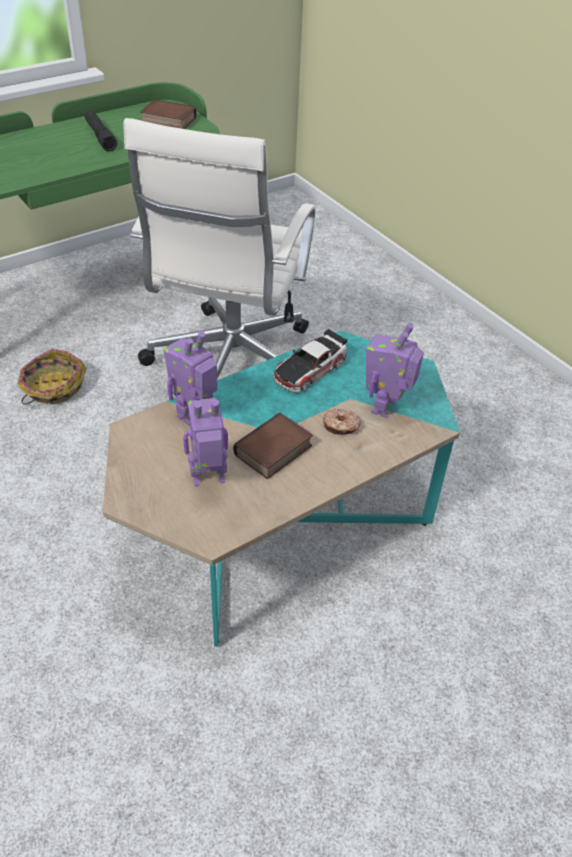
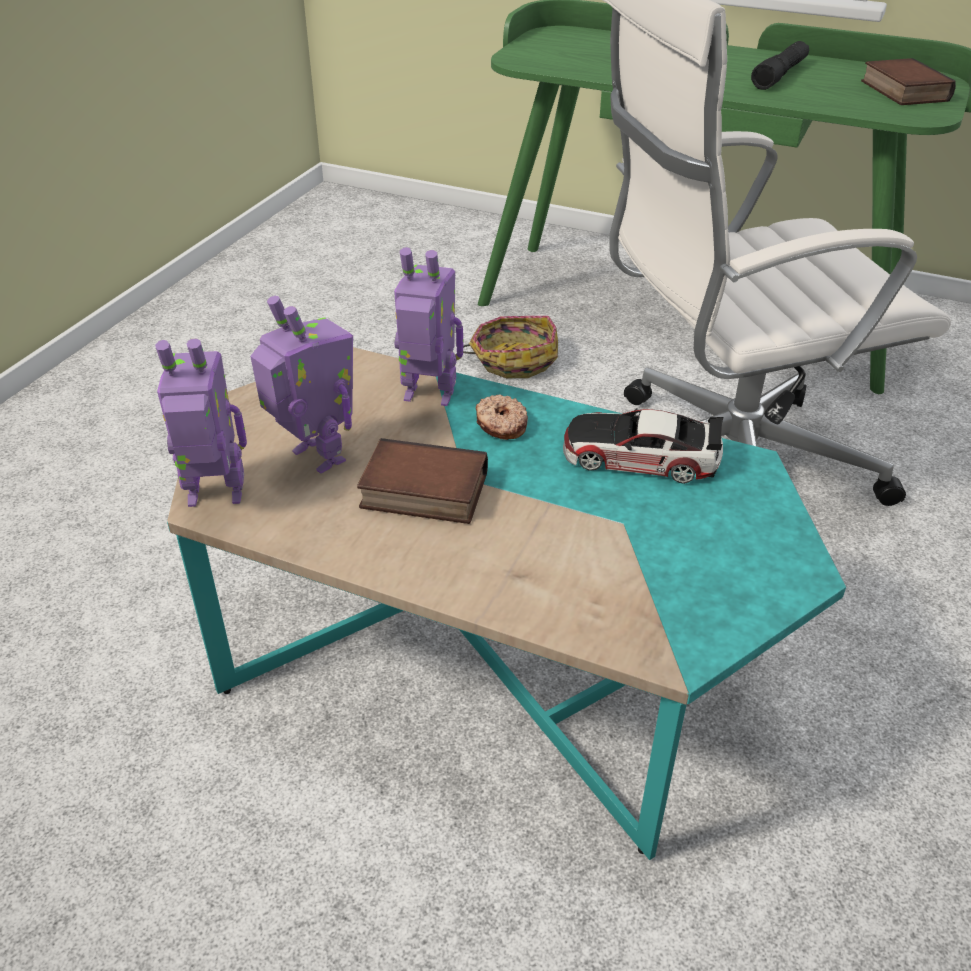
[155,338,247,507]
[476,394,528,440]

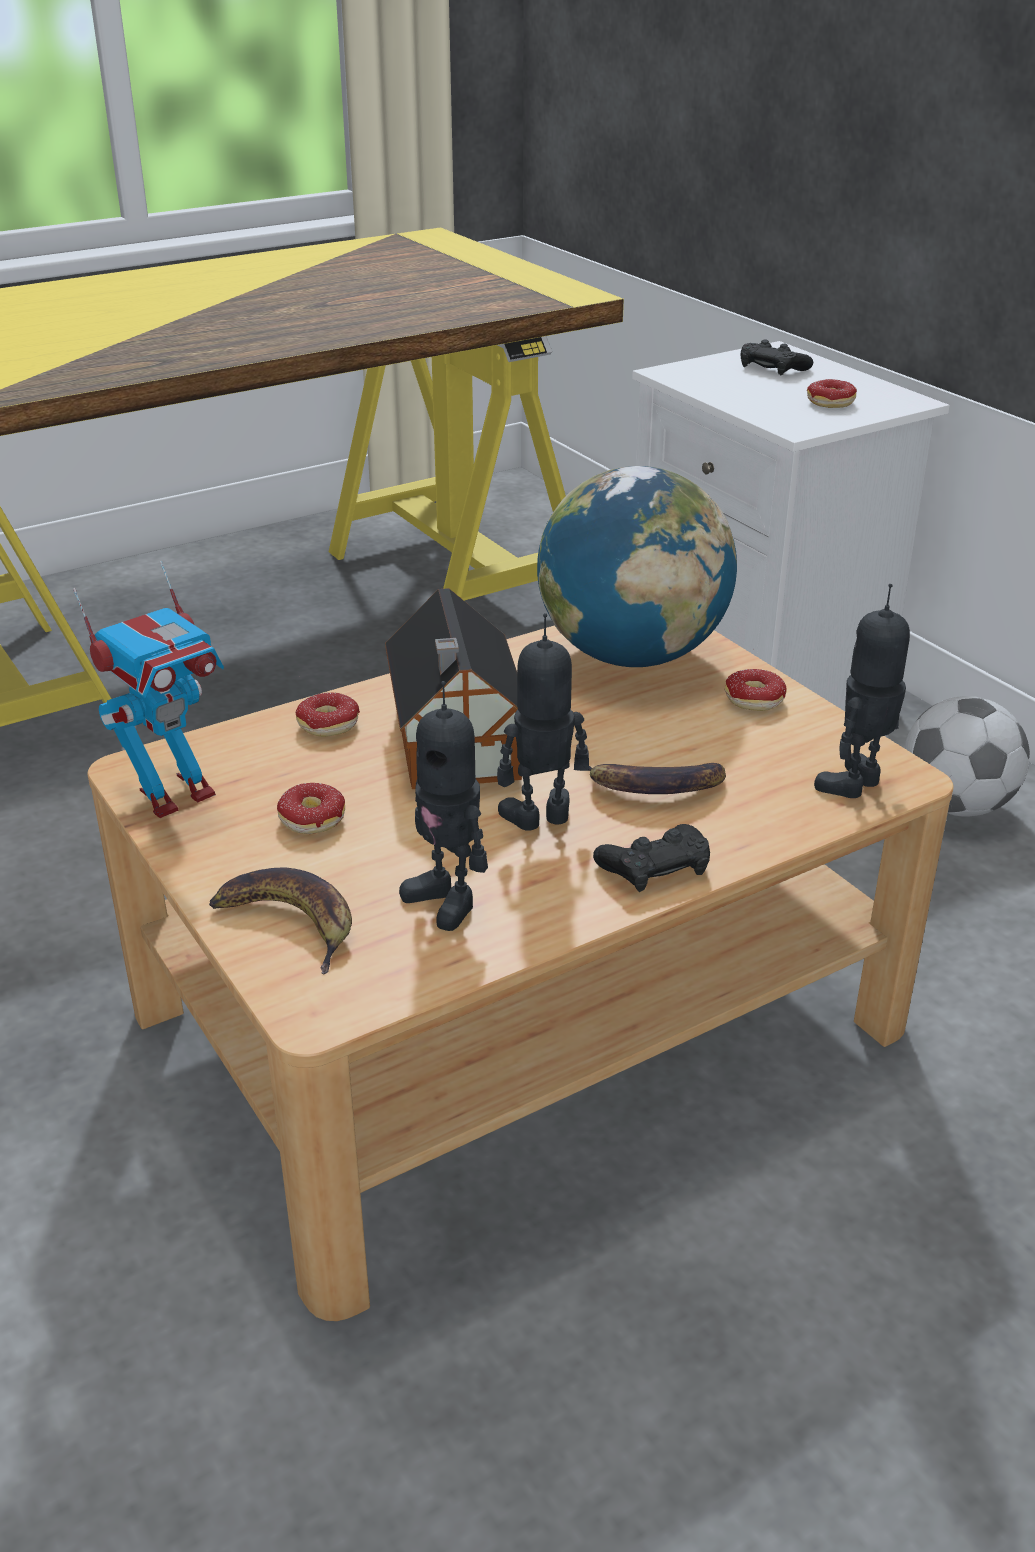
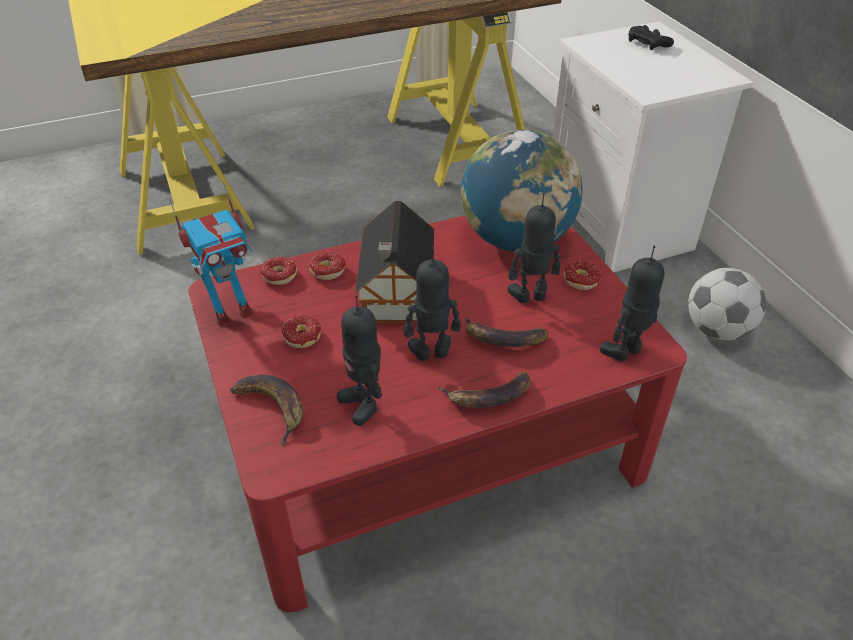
[260,257,297,285]
[188,215,687,613]
[438,372,531,408]
[508,193,560,303]

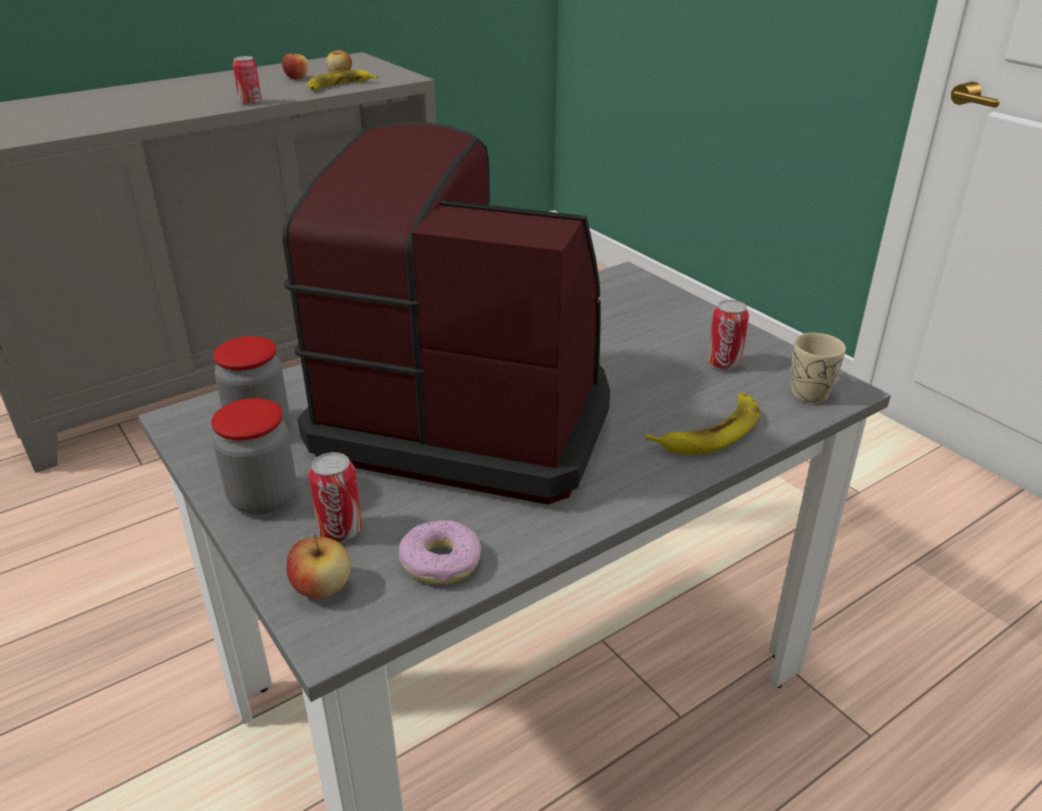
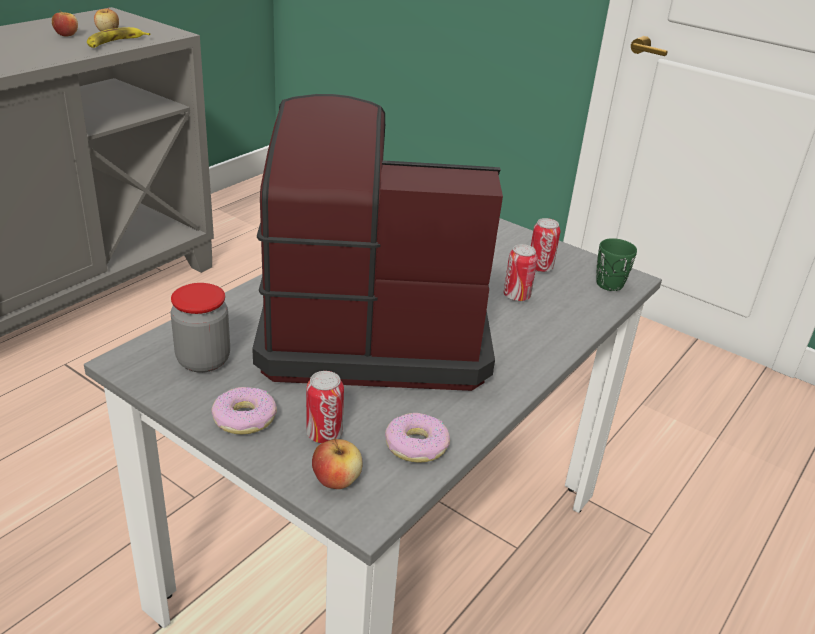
[504,244,538,302]
[596,238,637,291]
[646,393,760,454] (first image)
[211,387,277,434]

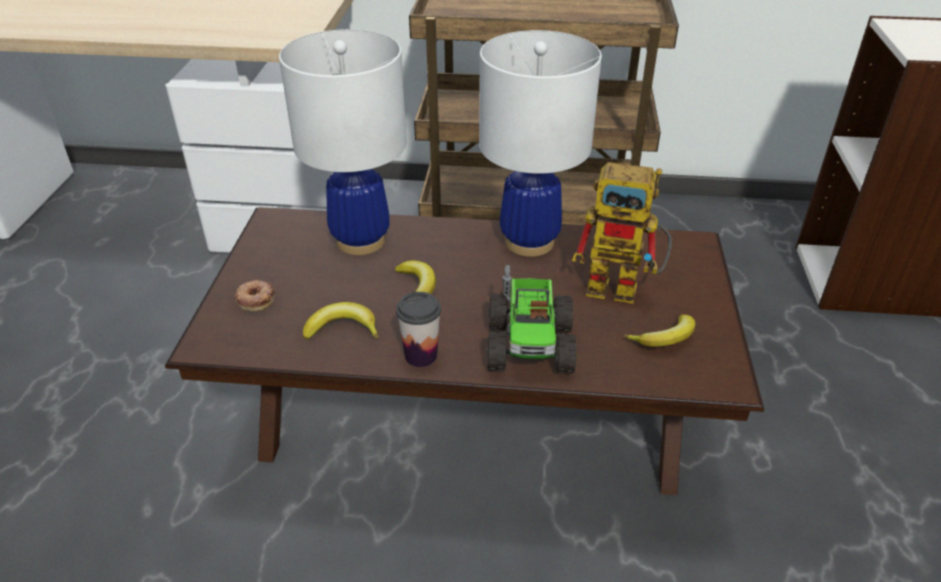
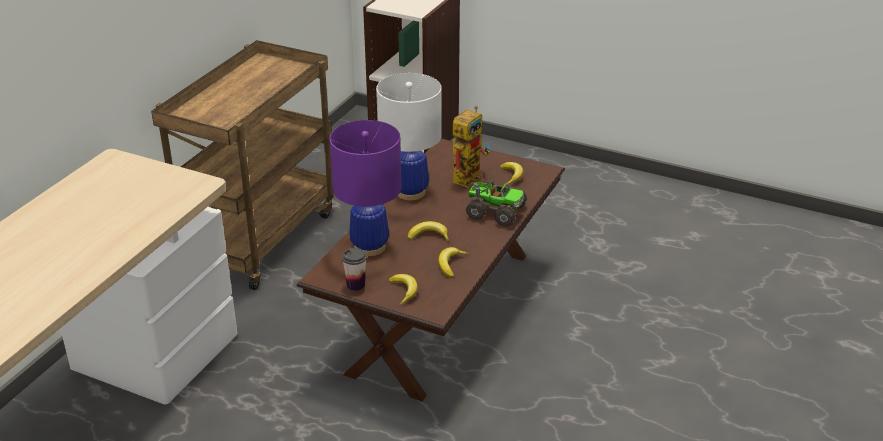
[329,120,402,256]
[389,274,418,304]
[342,248,367,291]

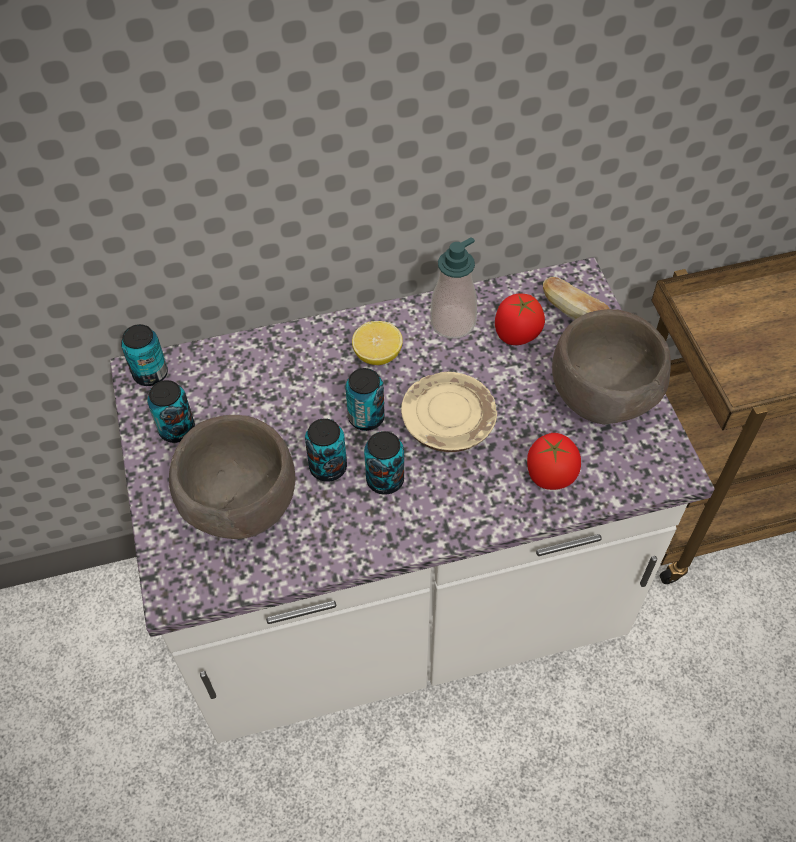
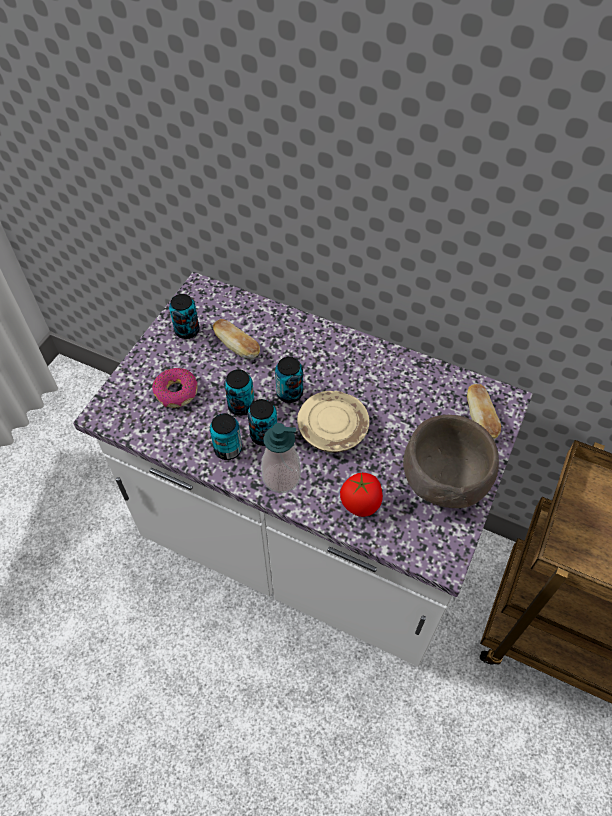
[261,423,301,493]
[495,294,545,345] (first image)
[352,321,403,365] (first image)
[210,413,242,460]
[152,368,198,408]
[213,319,260,359]

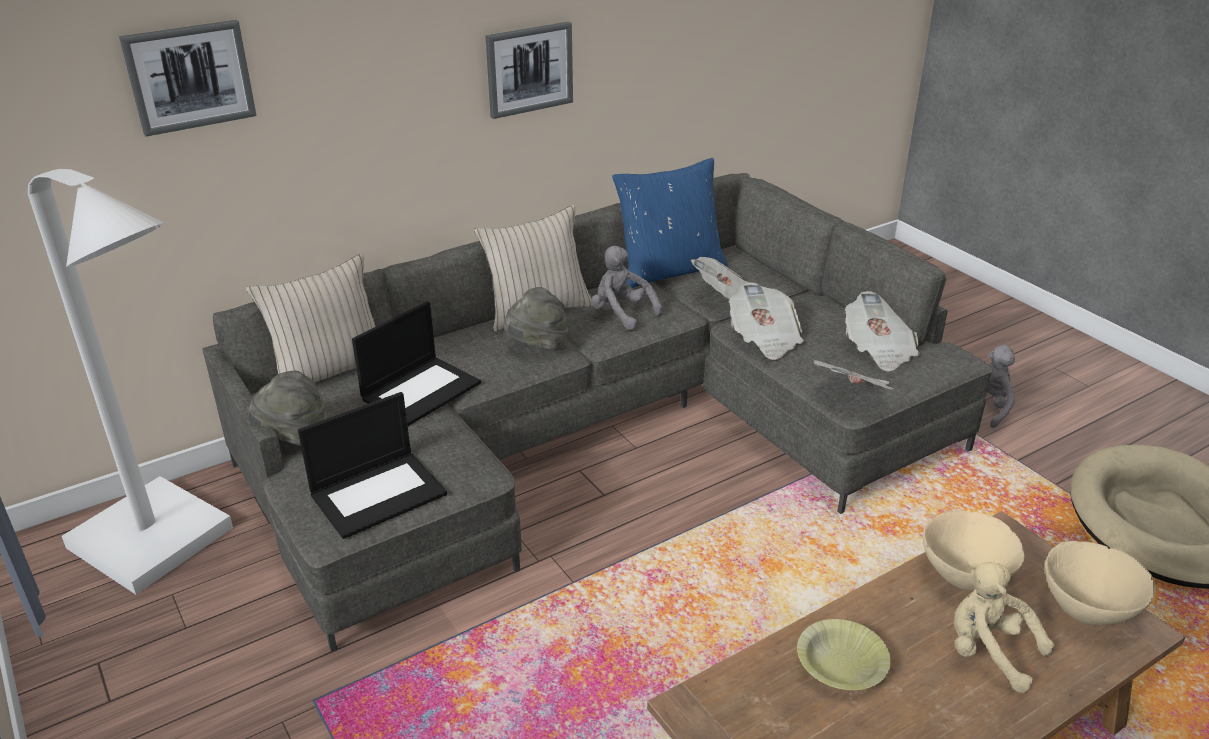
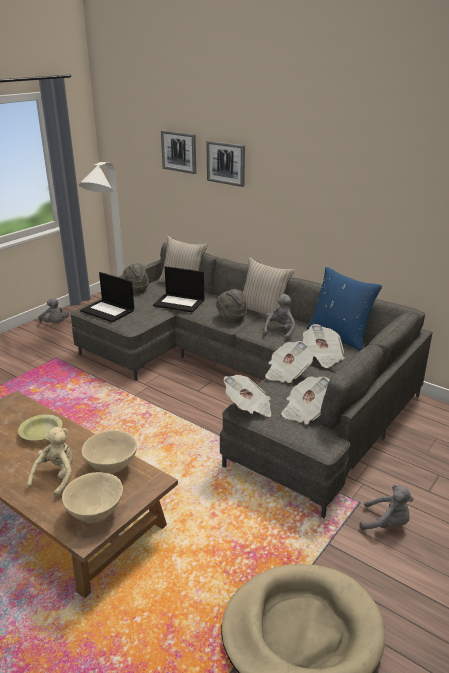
[206,141,245,187]
[38,298,69,323]

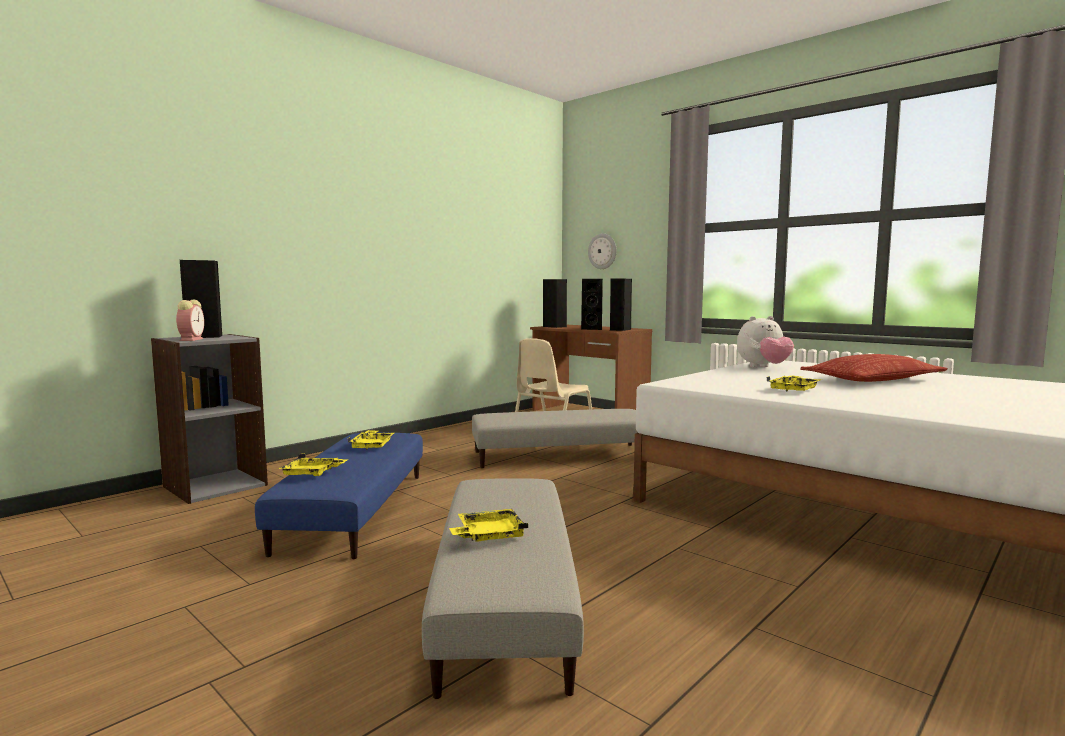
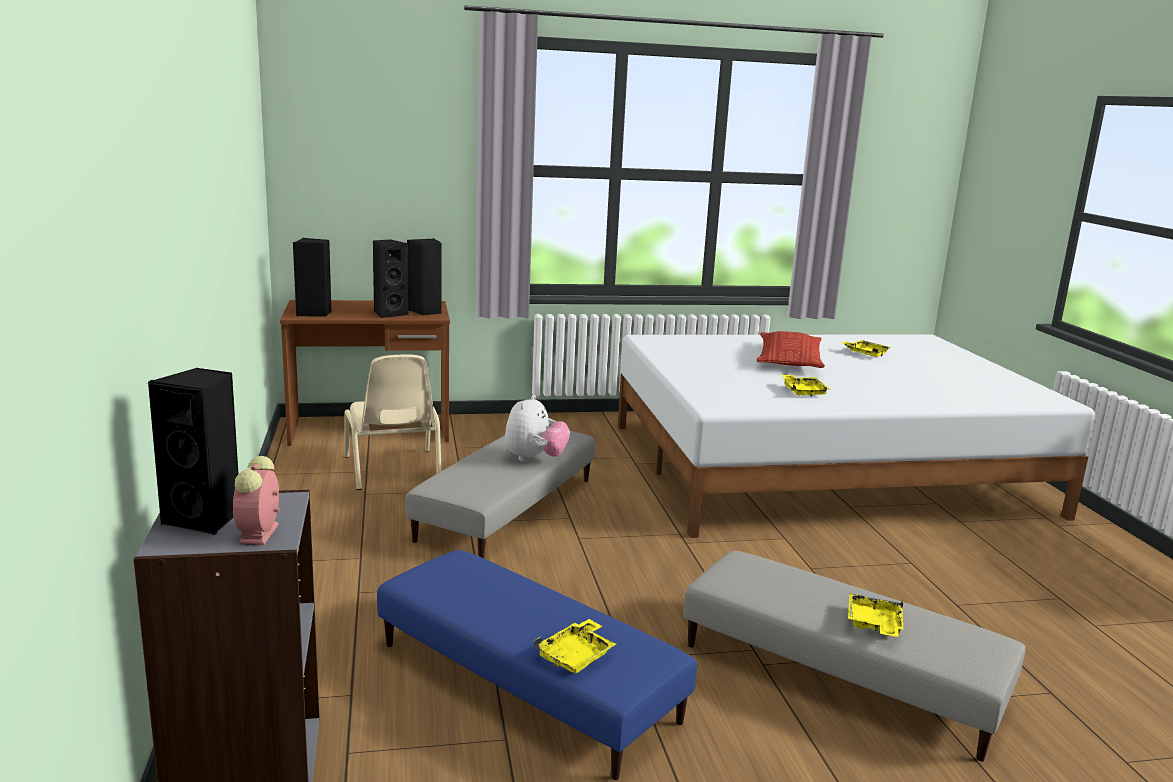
[588,233,617,269] (first image)
[233,456,279,545]
[505,395,570,462]
[842,340,891,357]

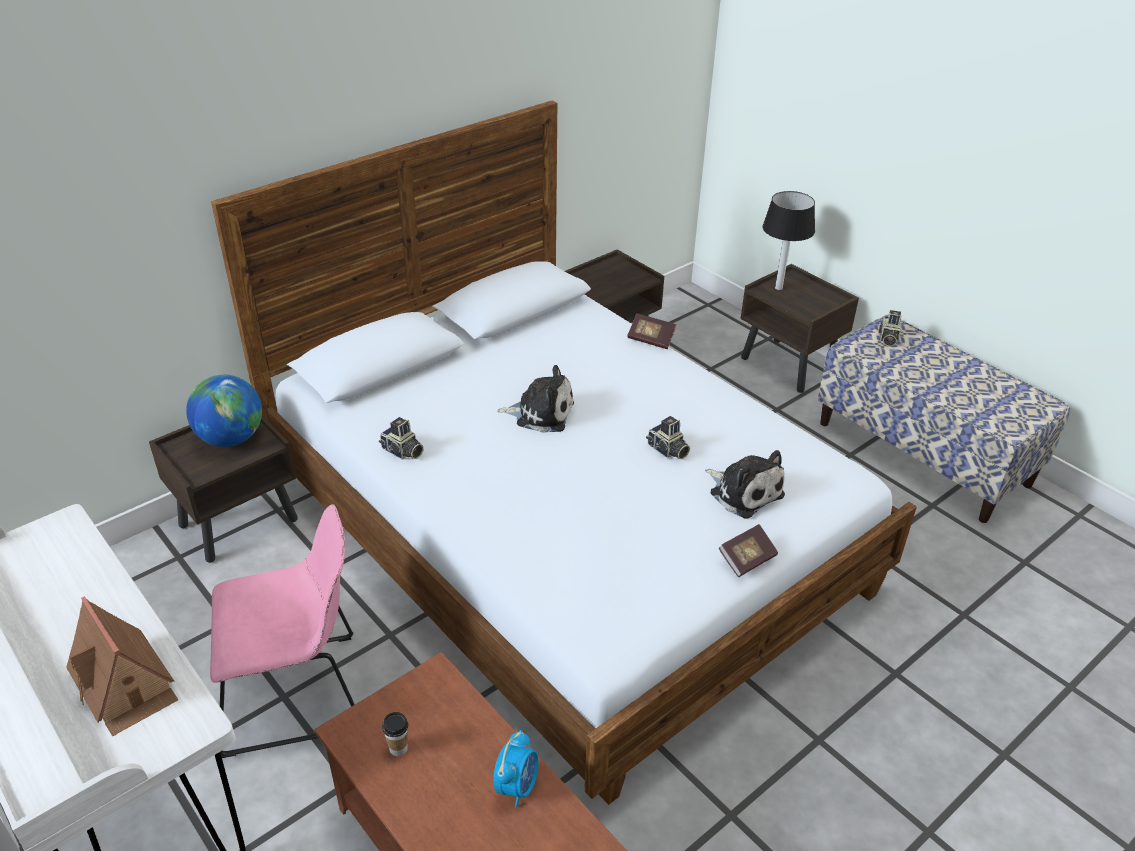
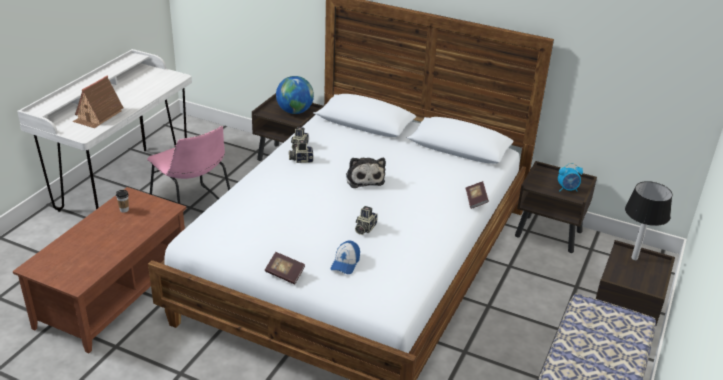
[289,139,314,163]
[330,240,360,274]
[558,163,583,191]

